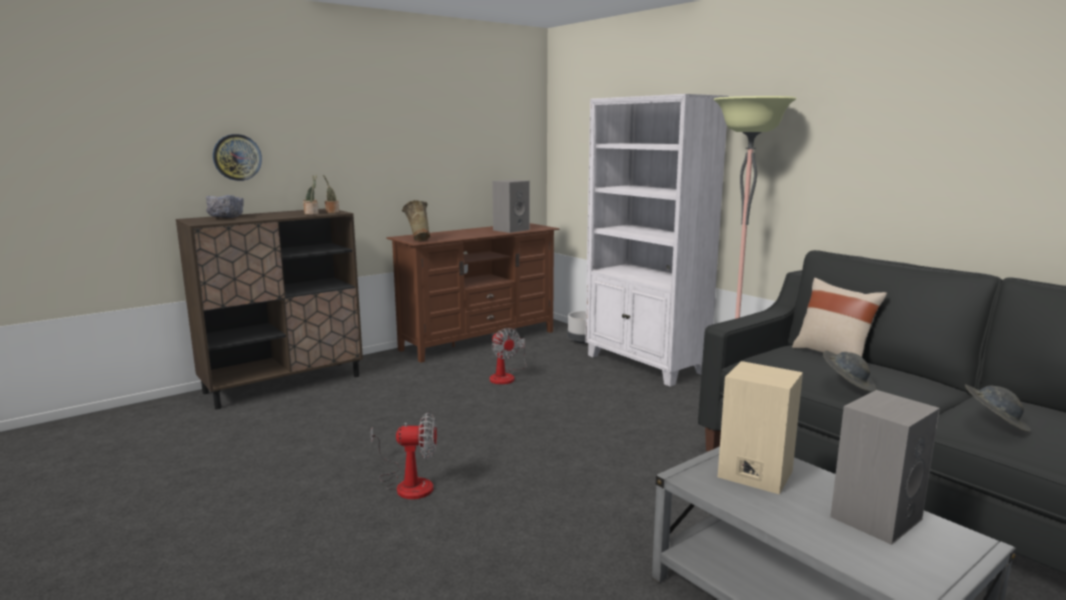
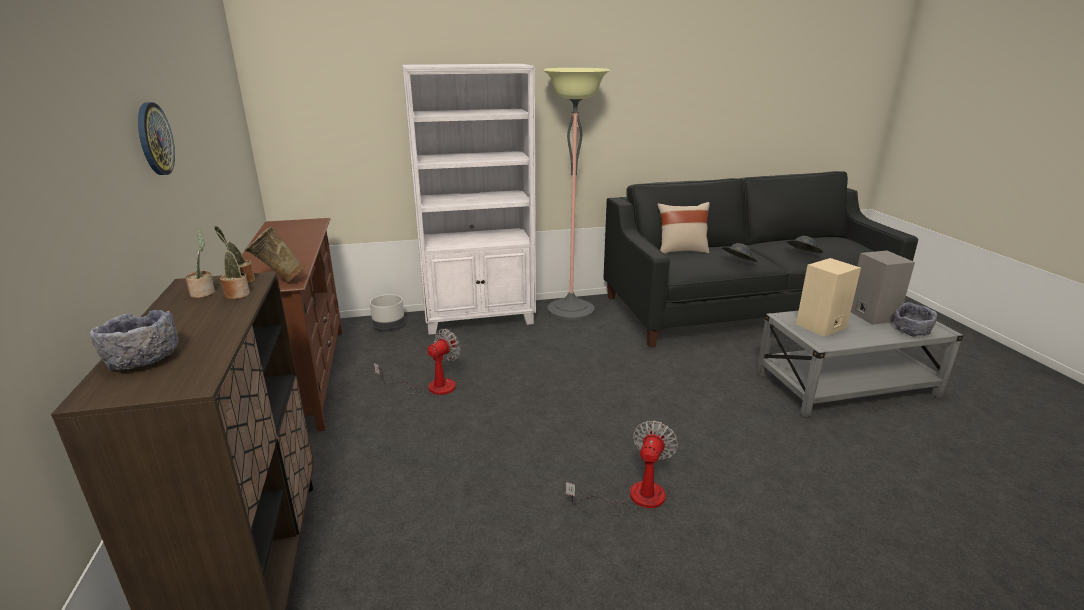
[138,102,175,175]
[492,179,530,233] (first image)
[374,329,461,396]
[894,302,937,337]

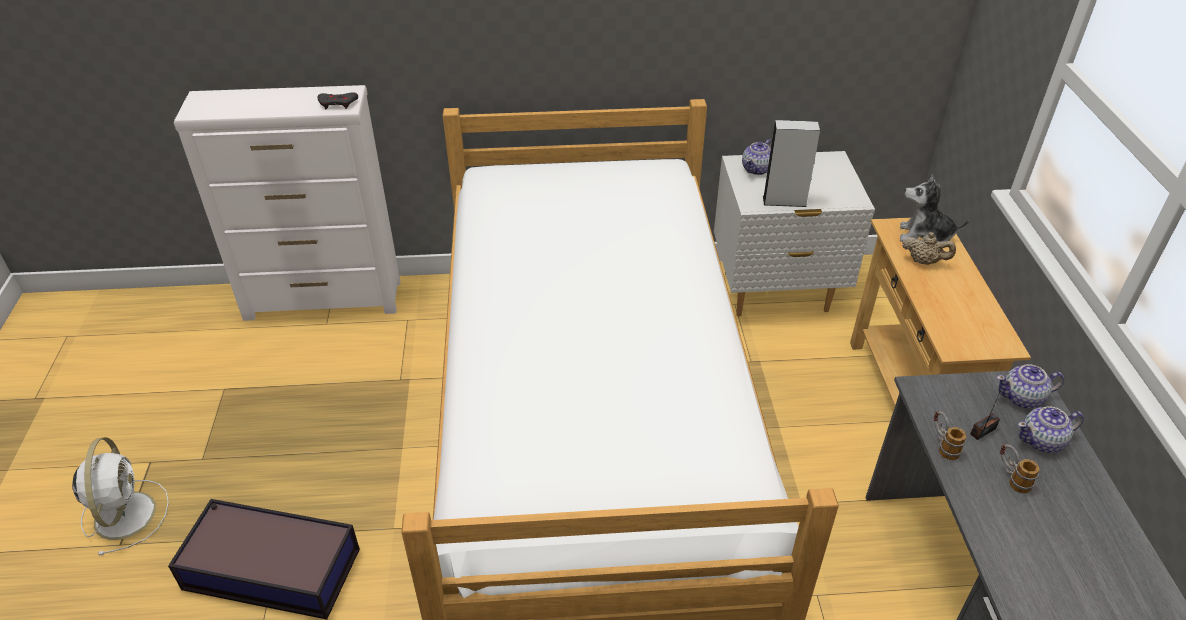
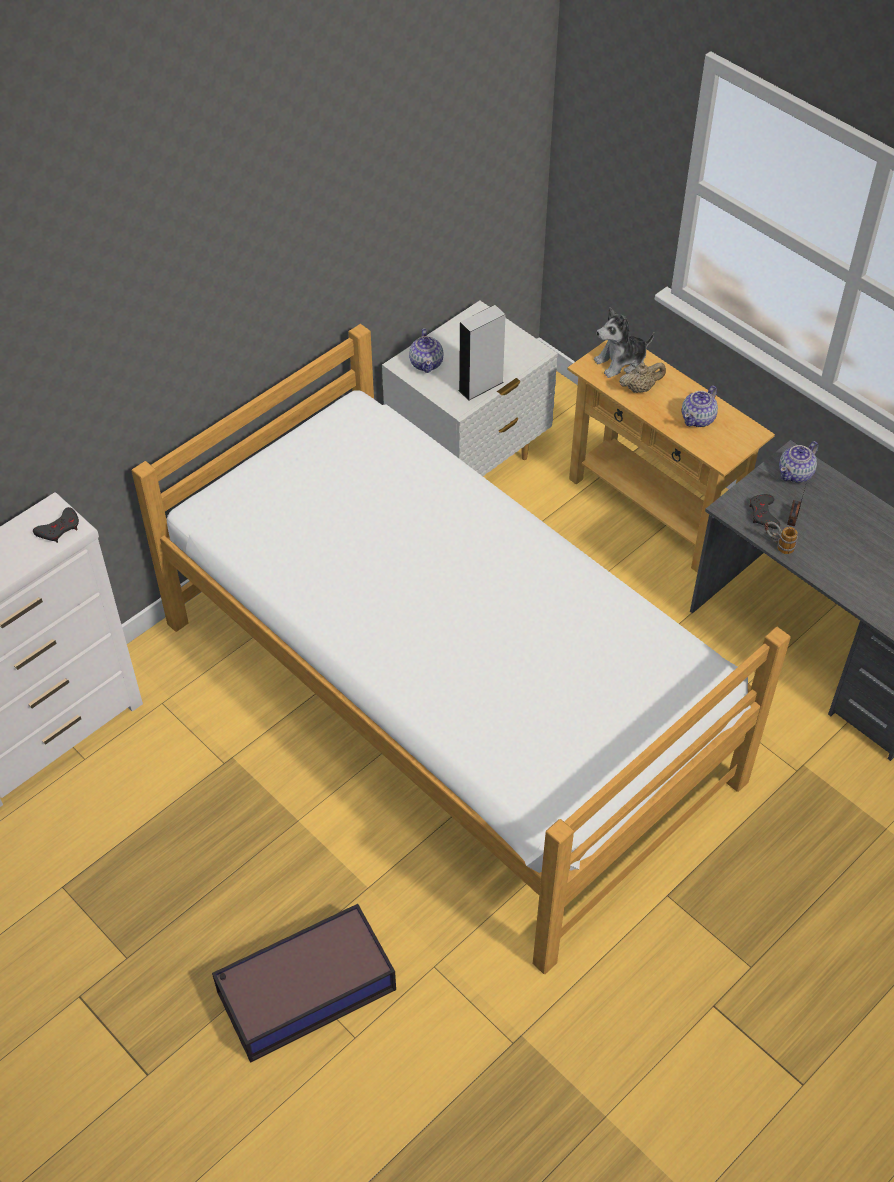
[682,385,718,427]
[72,437,169,555] (first image)
[1000,444,1039,493] (first image)
[750,494,780,529]

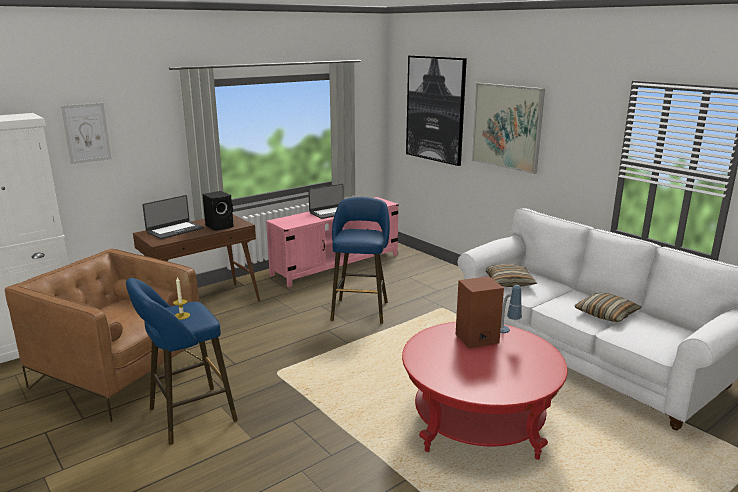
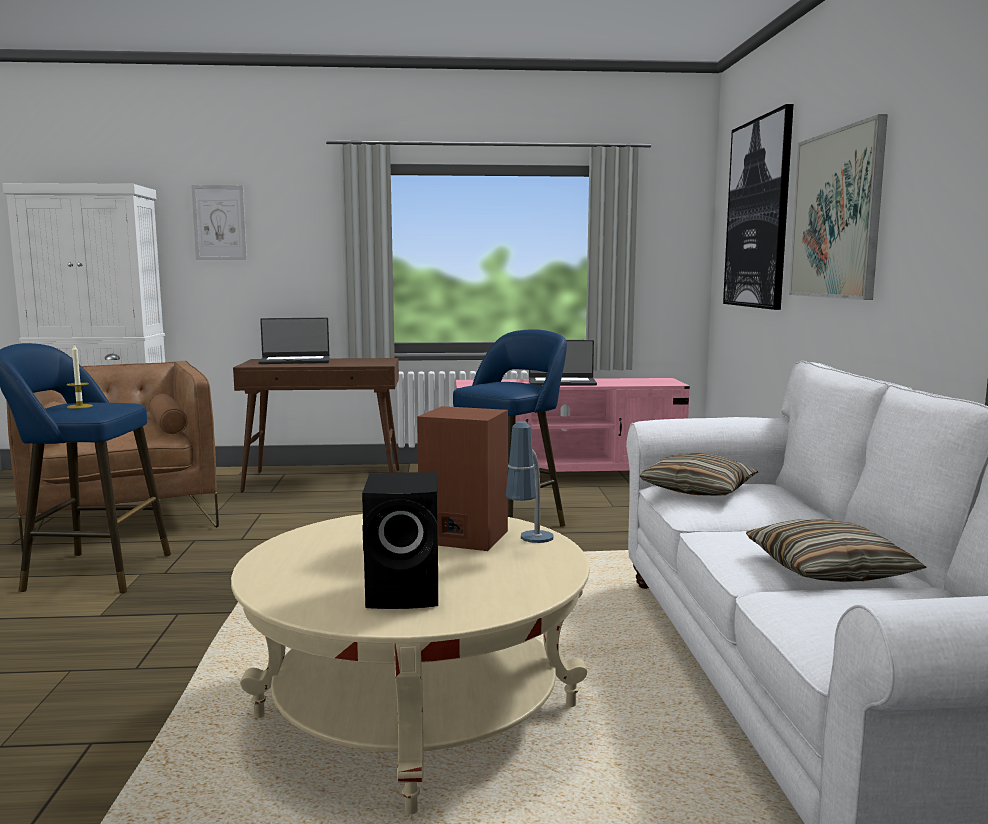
[362,472,438,609]
[231,514,590,814]

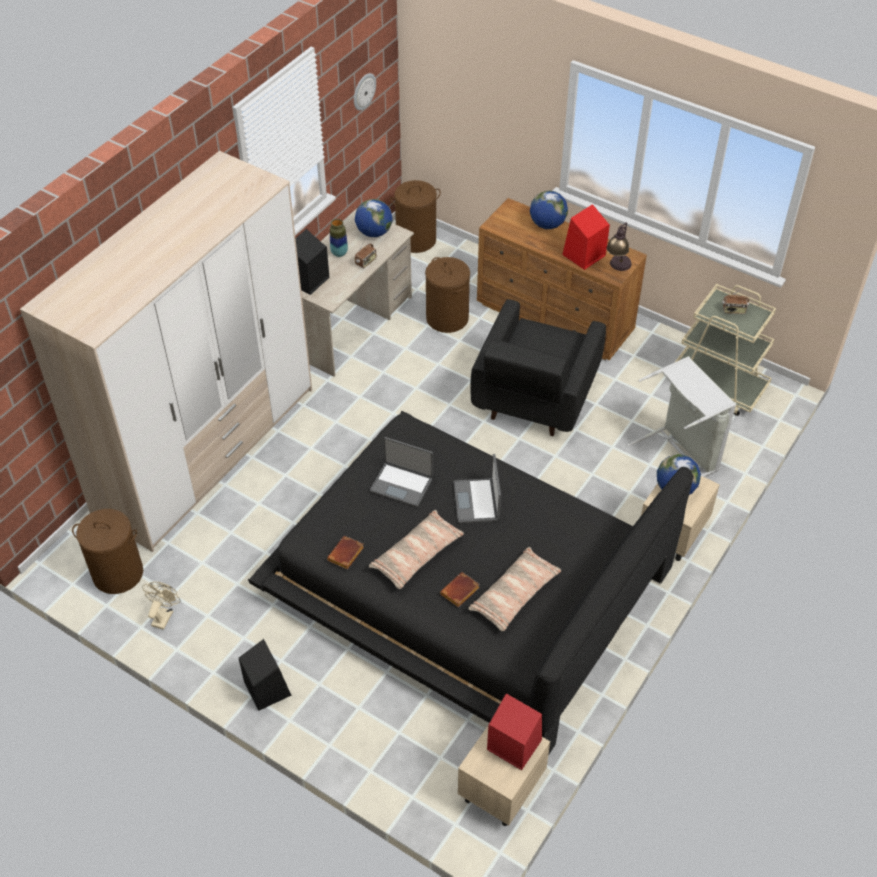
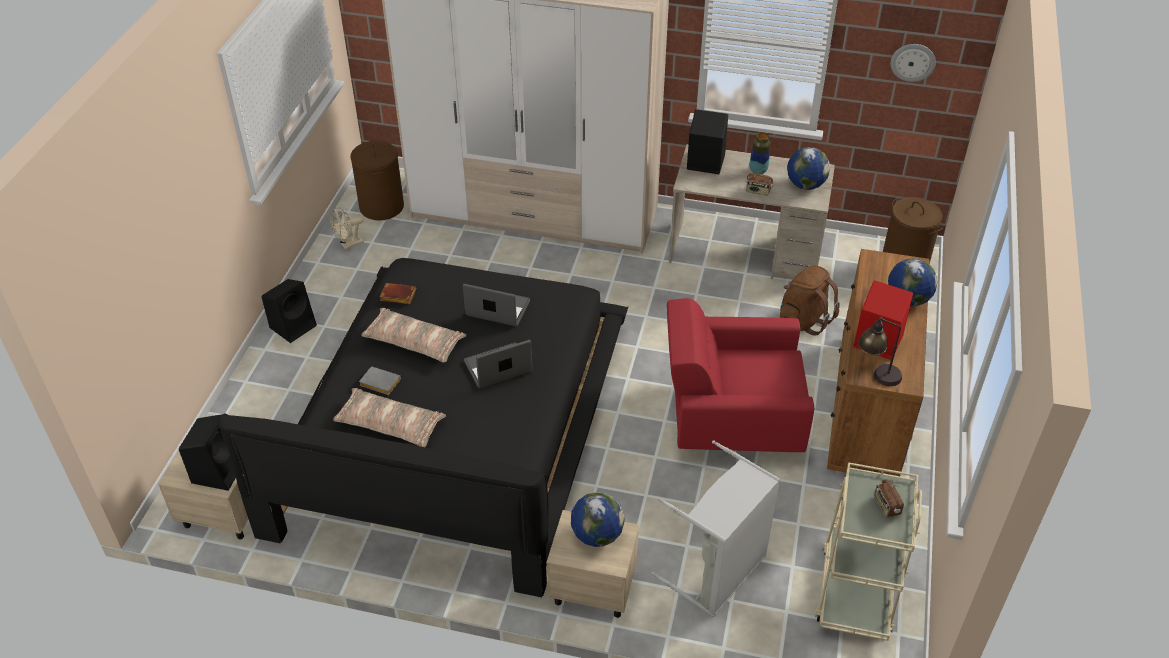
[779,265,840,336]
[667,298,814,452]
[463,284,530,326]
[359,366,401,395]
[330,207,364,250]
[179,414,236,491]

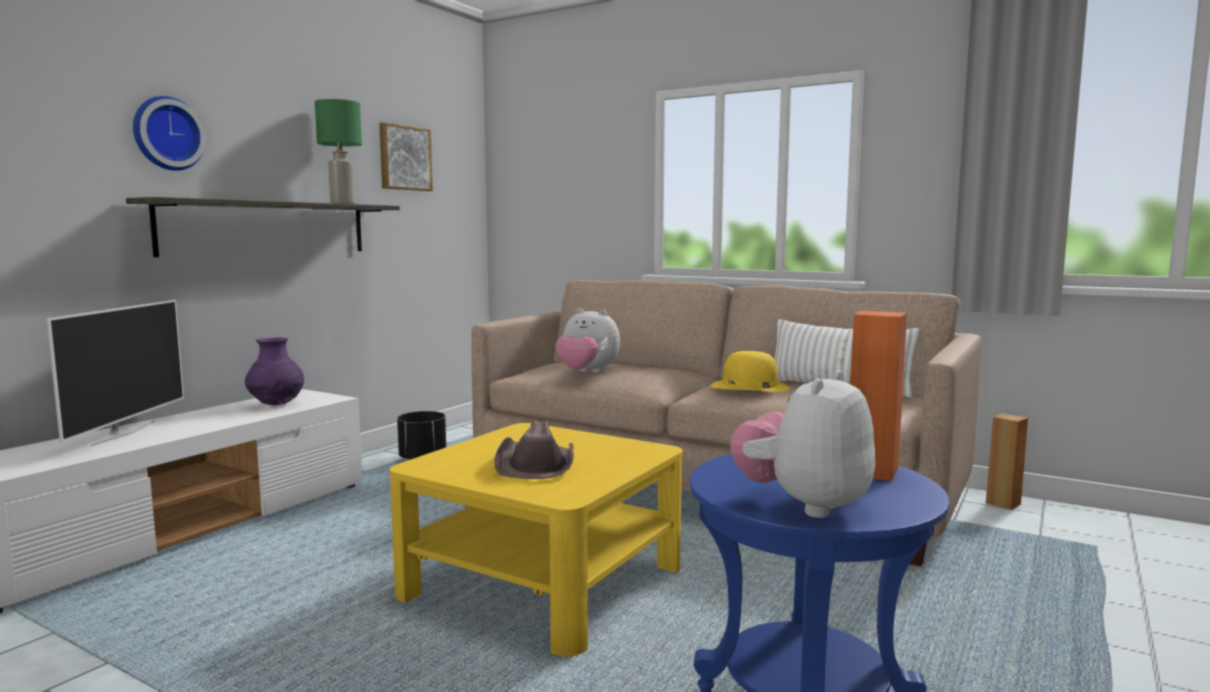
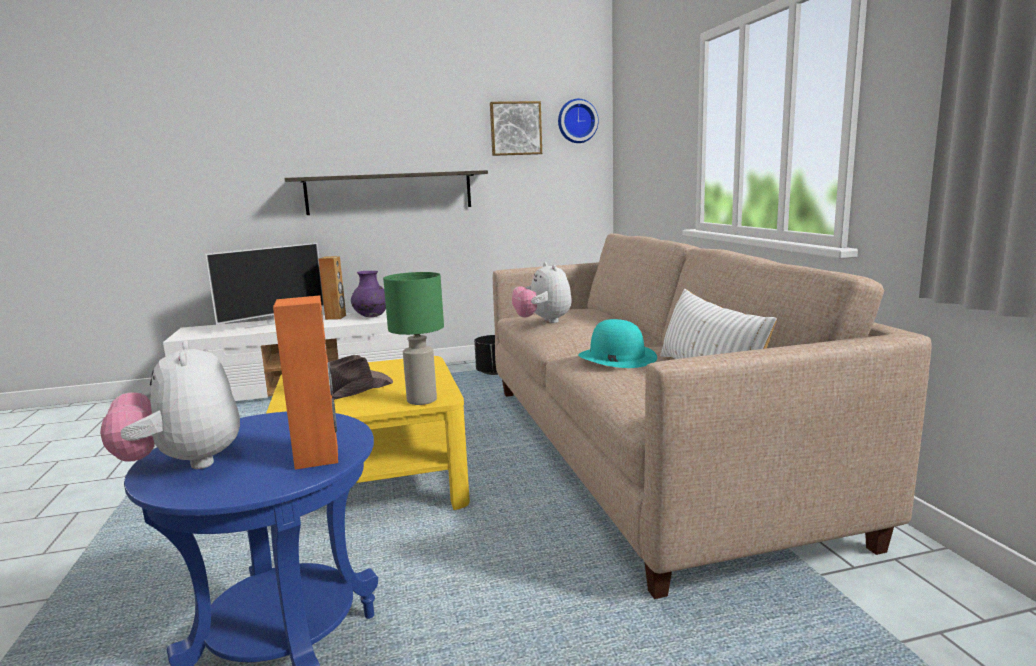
[558,99,599,143]
[383,272,444,405]
[578,319,657,368]
[100,341,240,469]
[318,256,346,320]

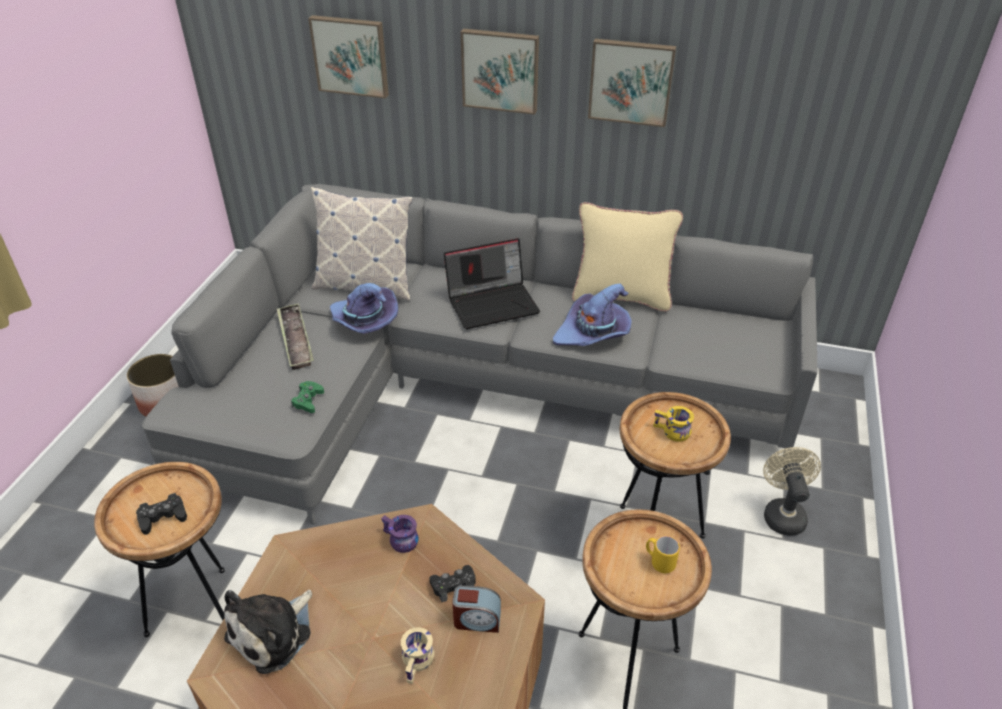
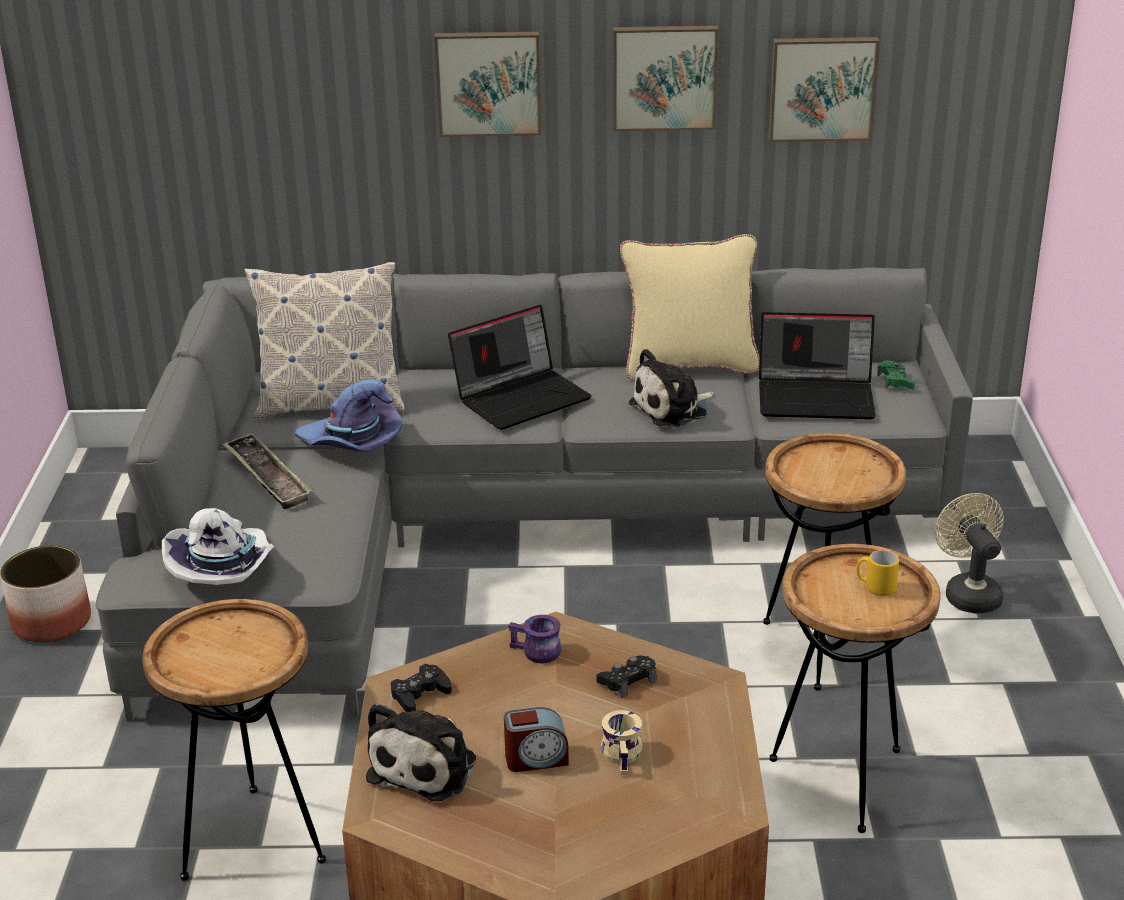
[769,37,879,142]
[629,349,714,427]
[877,361,915,389]
[653,406,694,442] (first image)
[391,664,452,712]
[504,707,569,772]
[759,312,876,419]
[162,508,274,585]

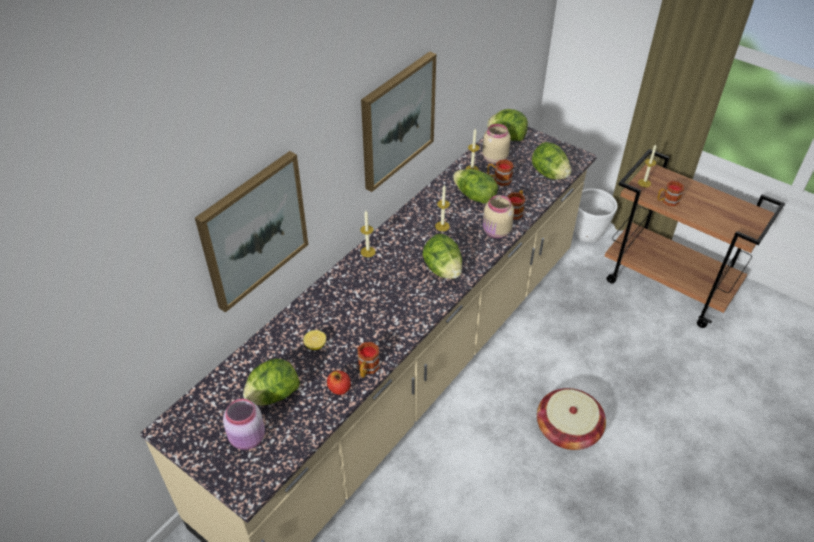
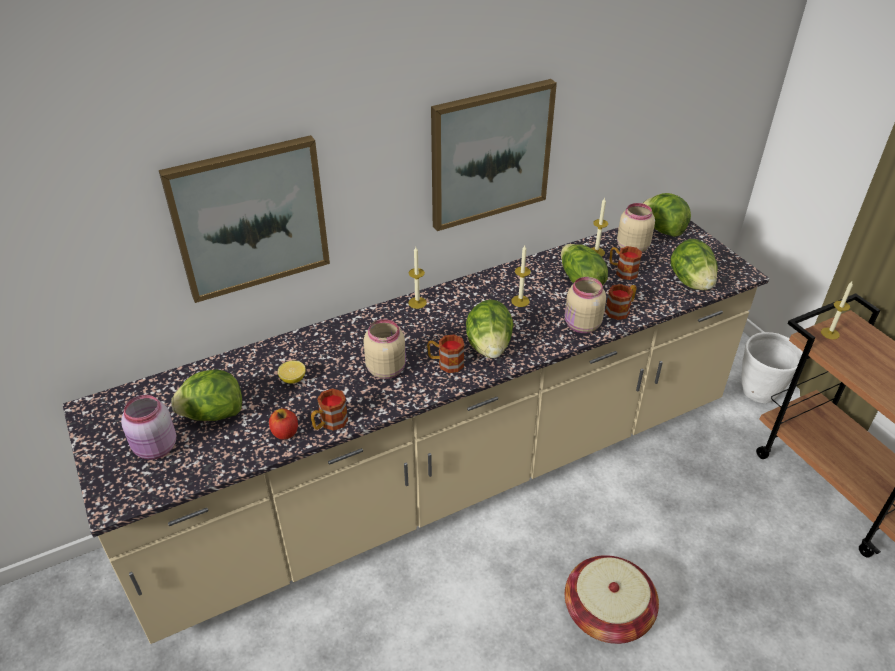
[427,334,464,373]
[363,319,406,379]

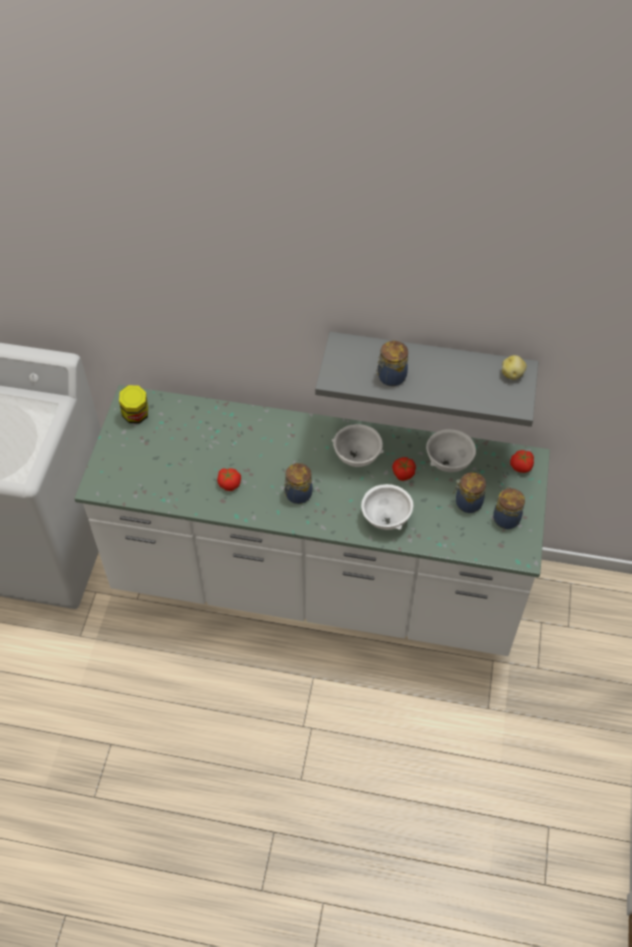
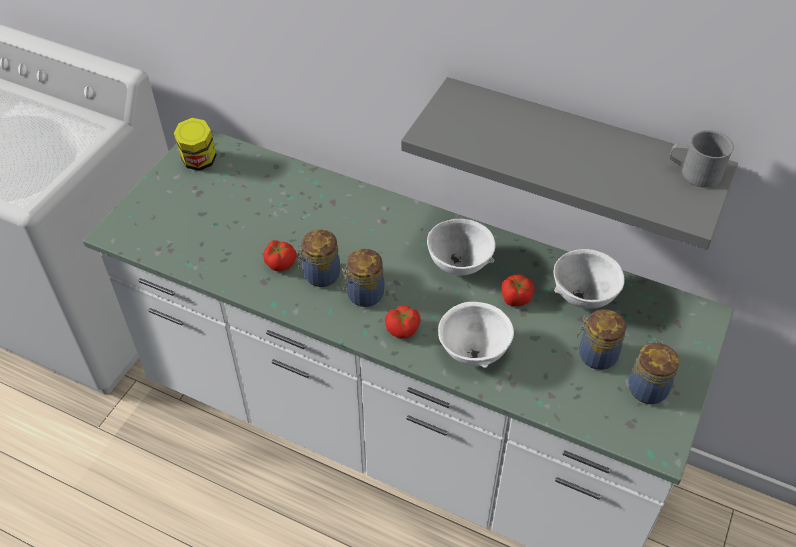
[297,230,340,287]
[670,130,734,188]
[385,306,421,338]

